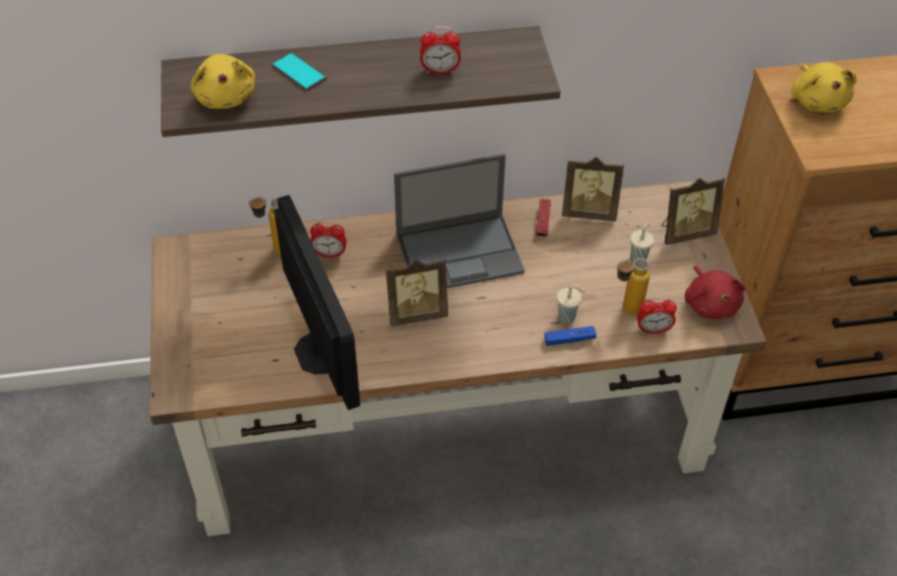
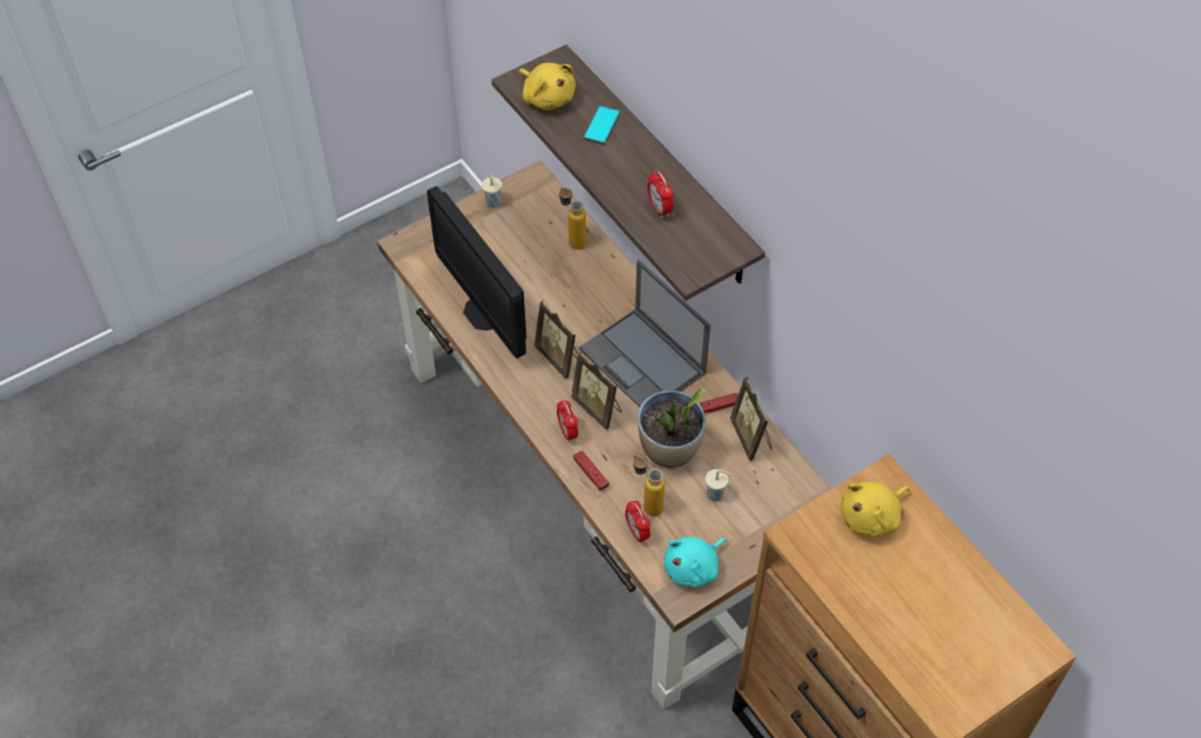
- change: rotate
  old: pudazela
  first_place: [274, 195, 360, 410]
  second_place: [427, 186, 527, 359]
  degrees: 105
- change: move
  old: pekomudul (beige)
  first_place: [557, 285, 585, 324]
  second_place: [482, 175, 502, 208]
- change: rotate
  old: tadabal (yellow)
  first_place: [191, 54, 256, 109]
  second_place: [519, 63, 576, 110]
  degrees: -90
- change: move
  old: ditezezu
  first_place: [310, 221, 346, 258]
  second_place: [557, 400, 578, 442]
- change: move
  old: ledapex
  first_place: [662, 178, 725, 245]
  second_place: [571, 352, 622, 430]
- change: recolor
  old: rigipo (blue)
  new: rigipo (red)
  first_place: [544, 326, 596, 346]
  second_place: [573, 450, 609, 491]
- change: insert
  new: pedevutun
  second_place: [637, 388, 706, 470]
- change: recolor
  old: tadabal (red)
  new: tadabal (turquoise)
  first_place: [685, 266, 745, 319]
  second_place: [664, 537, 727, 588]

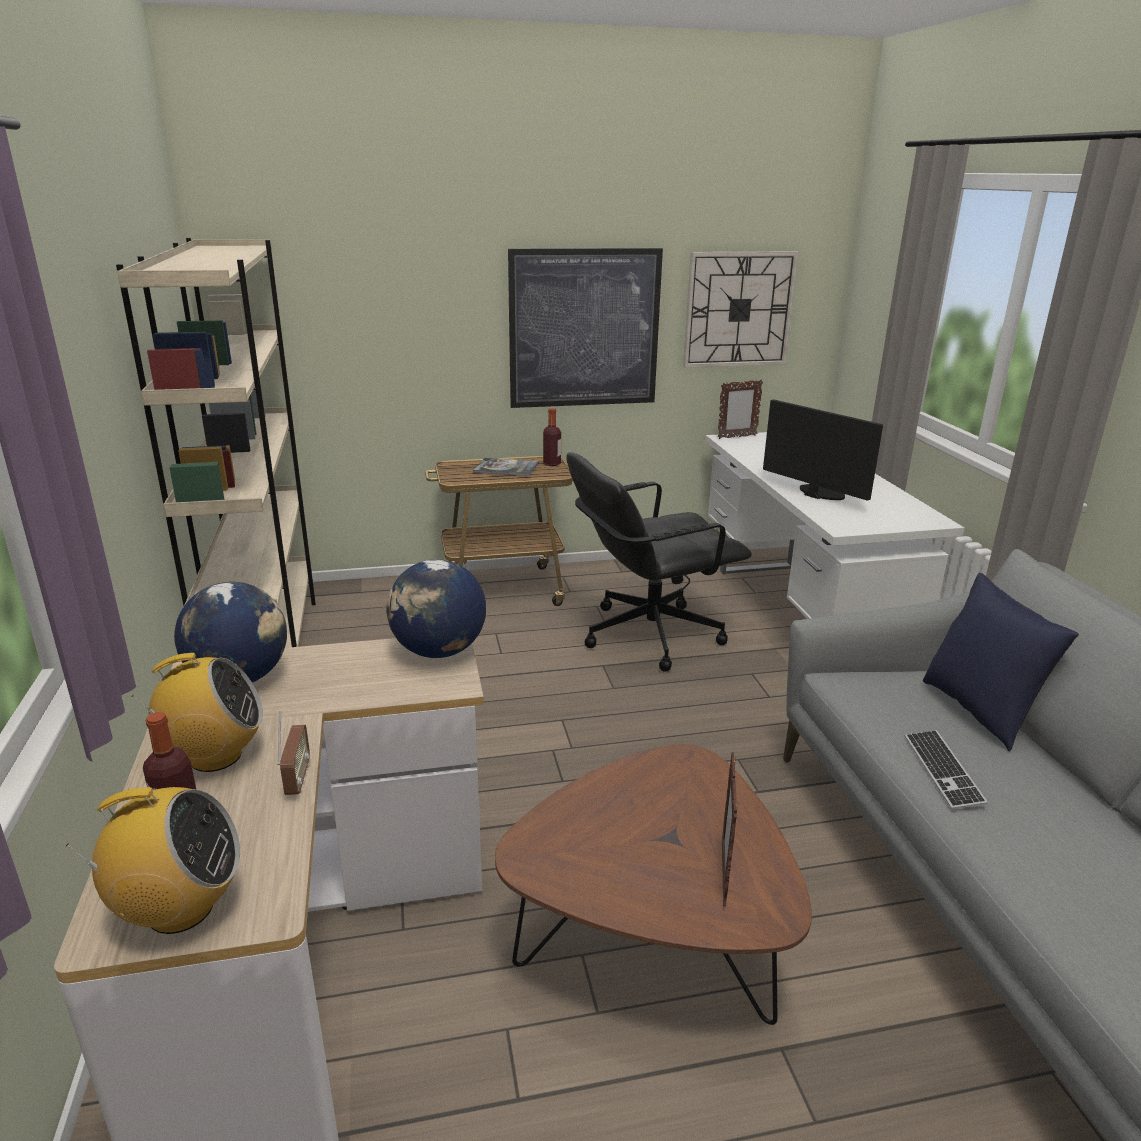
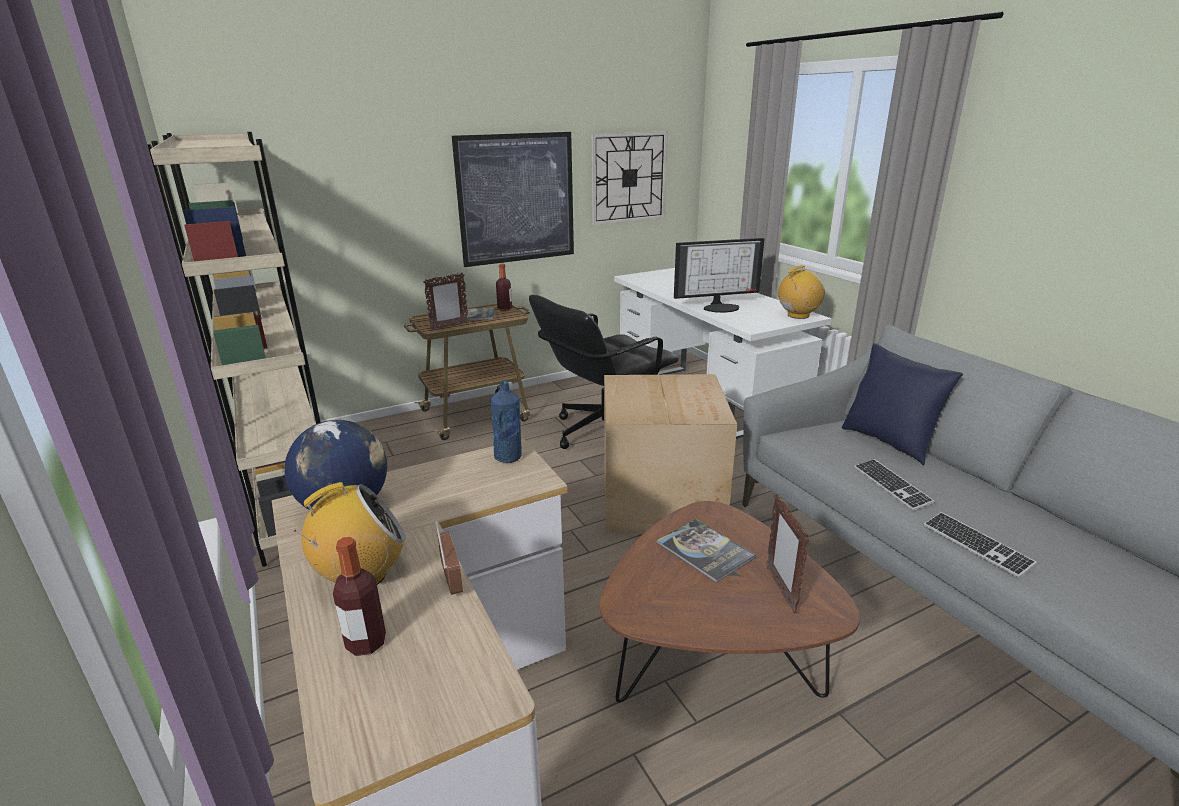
- change: move
  old: ledapex
  first_place: [717, 380, 763, 439]
  second_place: [423, 273, 468, 330]
- change: replace
  old: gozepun
  new: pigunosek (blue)
  first_place: [386, 559, 486, 658]
  second_place: [491, 381, 522, 463]
- change: insert
  new: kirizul
  second_place: [604, 374, 737, 533]
- change: insert
  new: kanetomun
  second_place: [657, 519, 756, 583]
- change: rotate
  old: pudazela
  first_place: [763, 399, 883, 501]
  second_place: [674, 238, 765, 313]
  degrees: 135
- change: move
  old: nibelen
  first_place: [66, 787, 240, 934]
  second_place: [778, 265, 825, 319]
- change: insert
  new: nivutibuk
  second_place: [924, 512, 1037, 578]

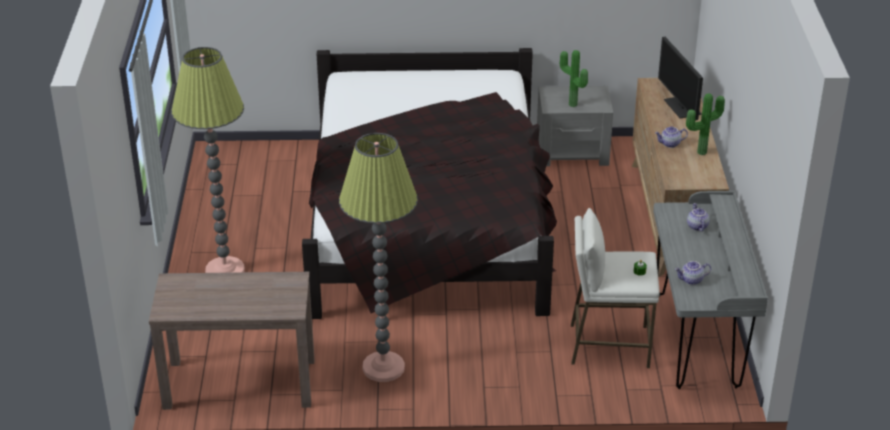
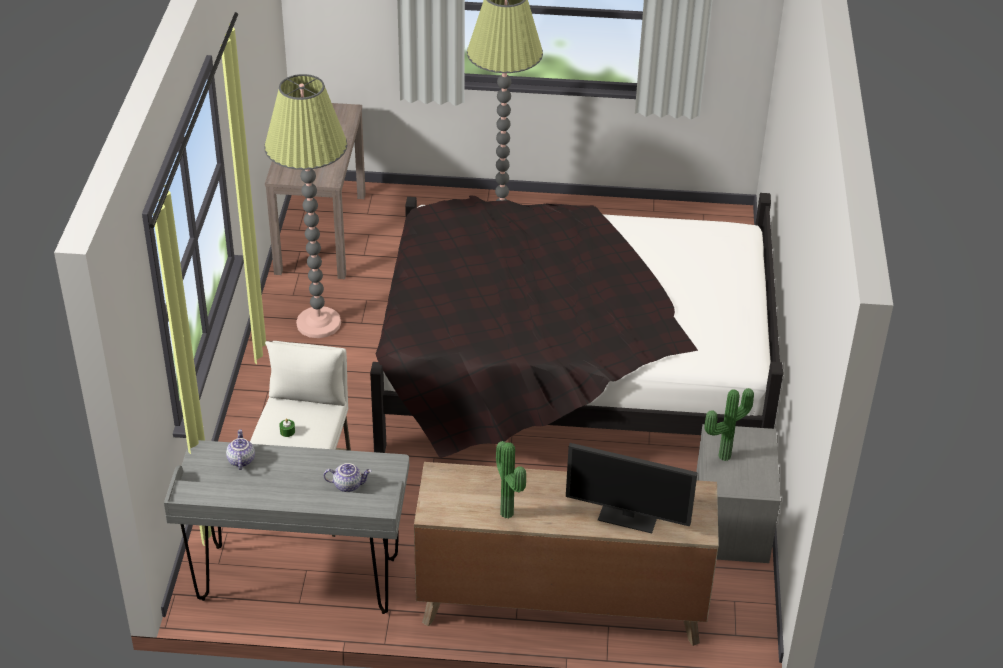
- change: rotate
  old: pudazela
  first_place: [658, 37, 703, 120]
  second_place: [566, 443, 698, 533]
  degrees: -150
- change: delete
  old: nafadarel
  first_place: [655, 126, 688, 148]

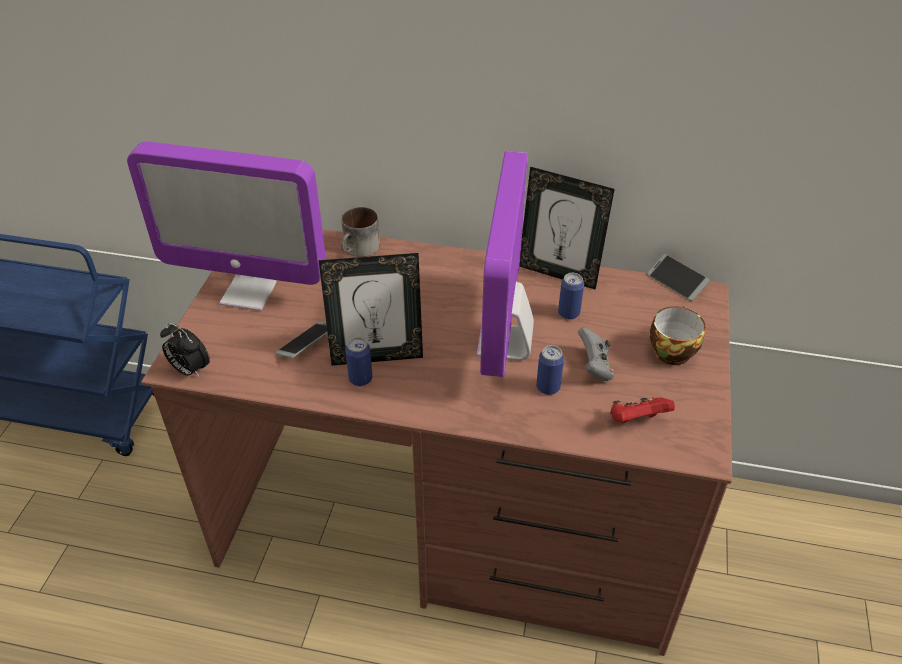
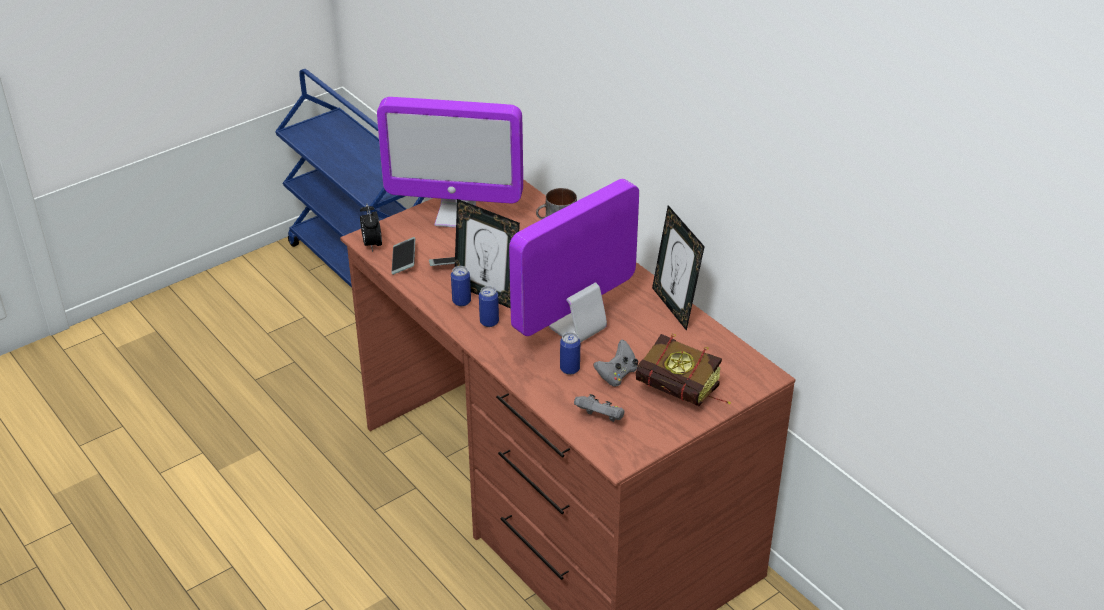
- change: rotate
  old: pudazela
  first_place: [127, 141, 326, 311]
  second_place: [377, 97, 523, 228]
  degrees: -45
- change: move
  old: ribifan
  first_place: [647, 254, 710, 301]
  second_place: [392, 237, 415, 275]
- change: move
  old: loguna
  first_place: [558, 273, 584, 320]
  second_place: [479, 286, 499, 327]
- change: recolor
  old: rigipo (red)
  new: rigipo (grey)
  first_place: [610, 397, 675, 423]
  second_place: [574, 394, 624, 422]
- change: replace
  old: pekomudul
  new: kanetomun
  first_place: [650, 306, 705, 365]
  second_place: [636, 334, 731, 406]

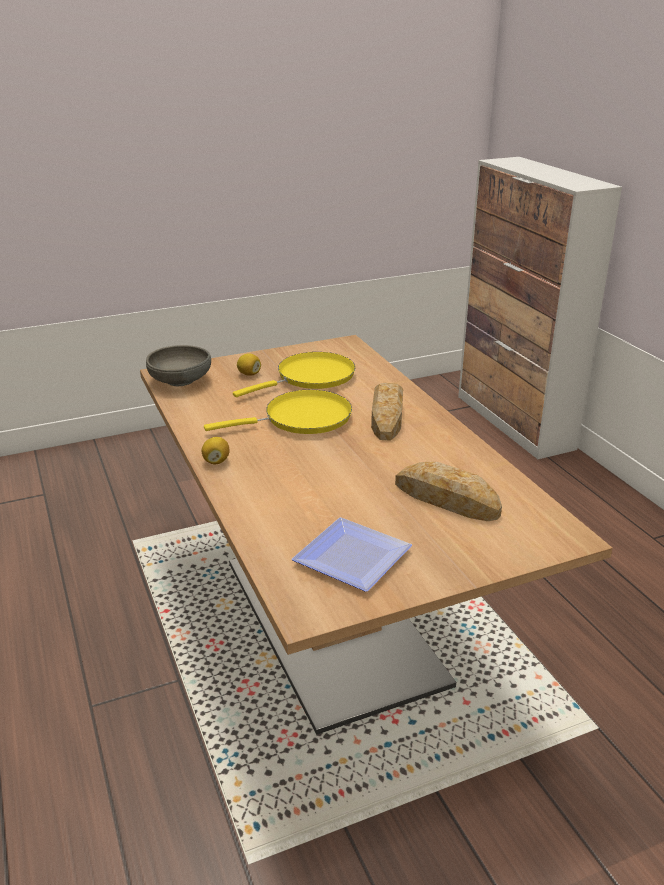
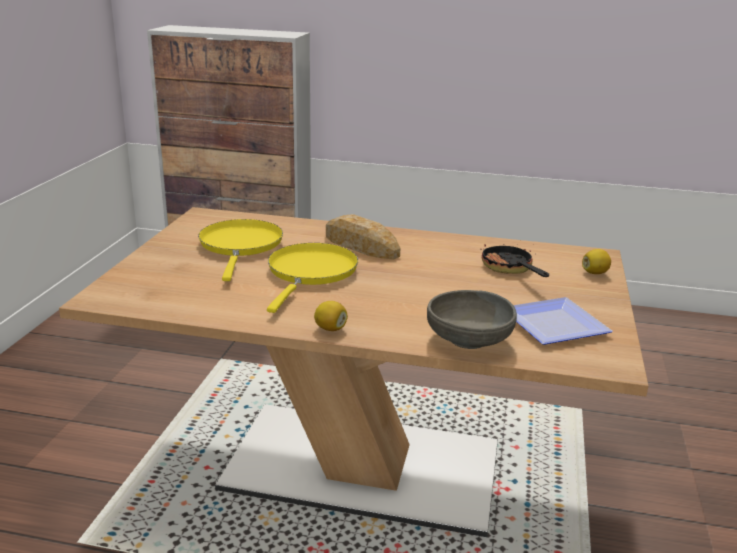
- change: move
  old: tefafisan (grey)
  first_place: [146, 345, 211, 386]
  second_place: [427, 290, 517, 349]
- change: replace
  old: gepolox
  new: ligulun
  first_place: [395, 462, 502, 521]
  second_place: [480, 237, 549, 277]
- change: move
  old: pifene
  first_place: [237, 353, 261, 376]
  second_place: [582, 249, 611, 274]

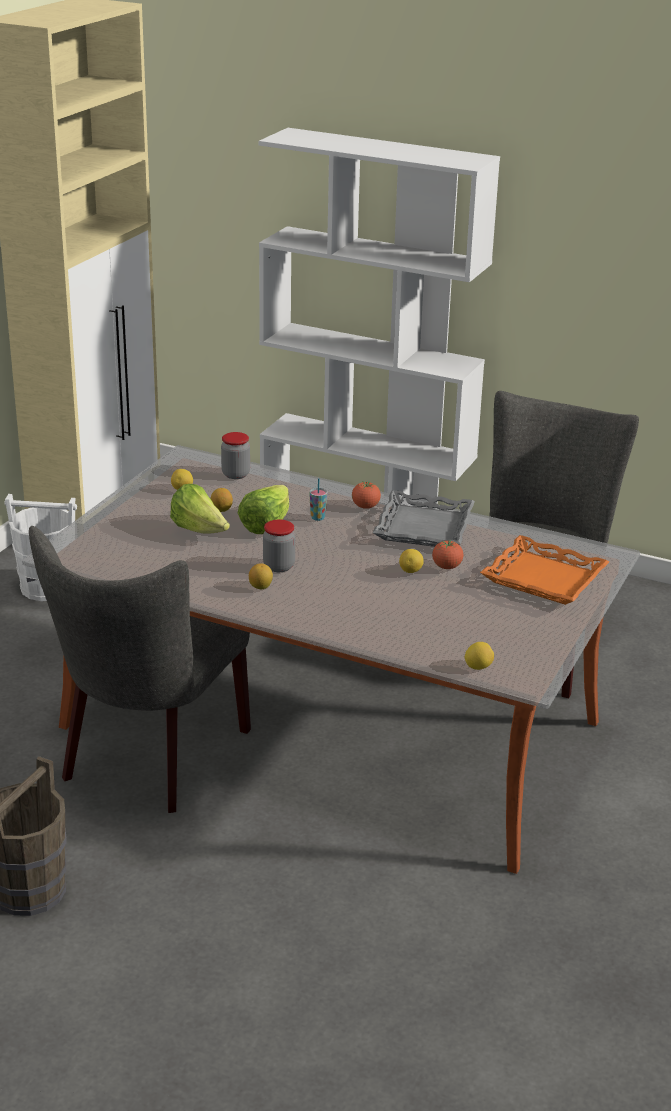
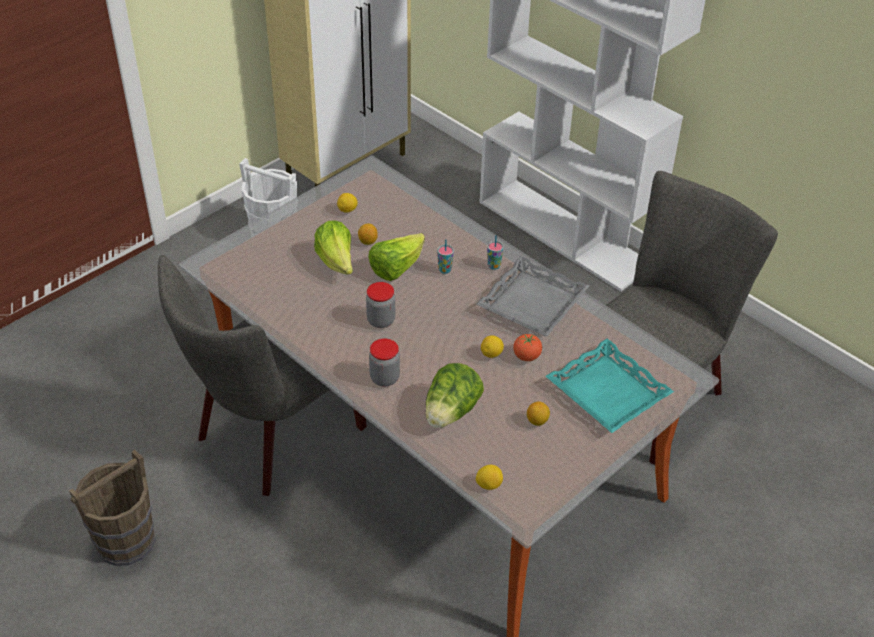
- change: move
  old: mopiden
  first_place: [221, 432, 250, 479]
  second_place: [369, 338, 400, 386]
- change: insert
  new: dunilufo
  second_place: [425, 363, 484, 428]
- change: replace
  old: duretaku
  new: pekomudul
  first_place: [352, 481, 381, 509]
  second_place: [487, 235, 504, 270]
- change: move
  old: pifene
  first_place: [249, 563, 273, 589]
  second_place: [527, 402, 550, 426]
- change: recolor
  old: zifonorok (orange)
  new: zifonorok (turquoise)
  first_place: [480, 535, 610, 605]
  second_place: [546, 338, 674, 433]

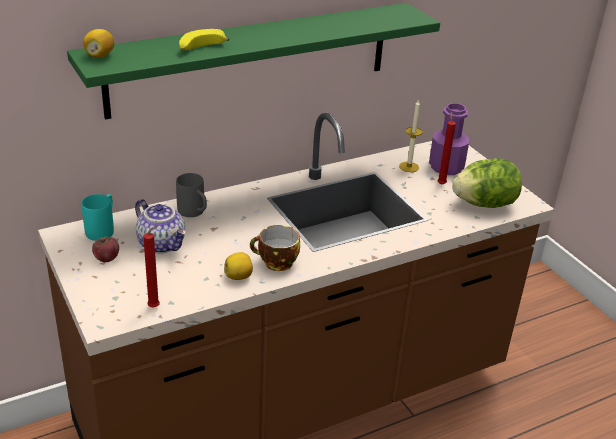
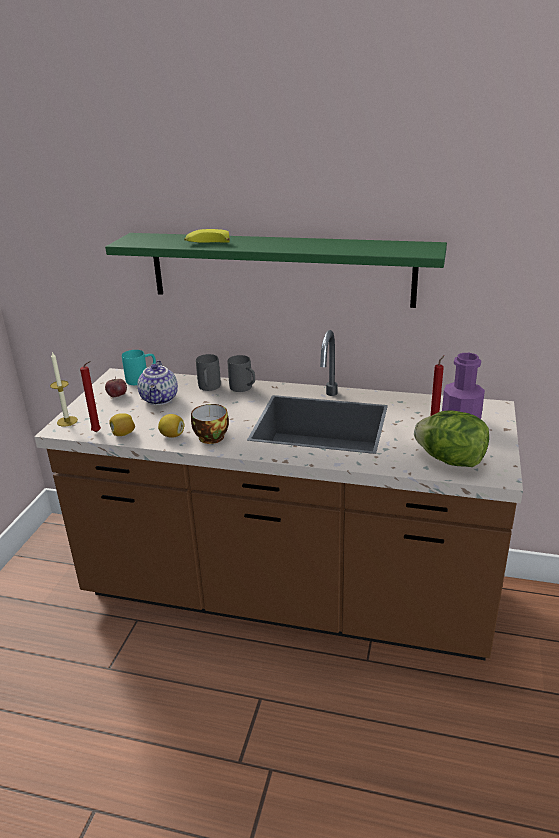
- change: move
  old: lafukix
  first_place: [399, 99, 423, 172]
  second_place: [50, 352, 78, 427]
- change: move
  old: pifene
  first_place: [83, 29, 114, 58]
  second_place: [109, 413, 135, 436]
- change: insert
  new: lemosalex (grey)
  second_place: [228, 355, 255, 392]

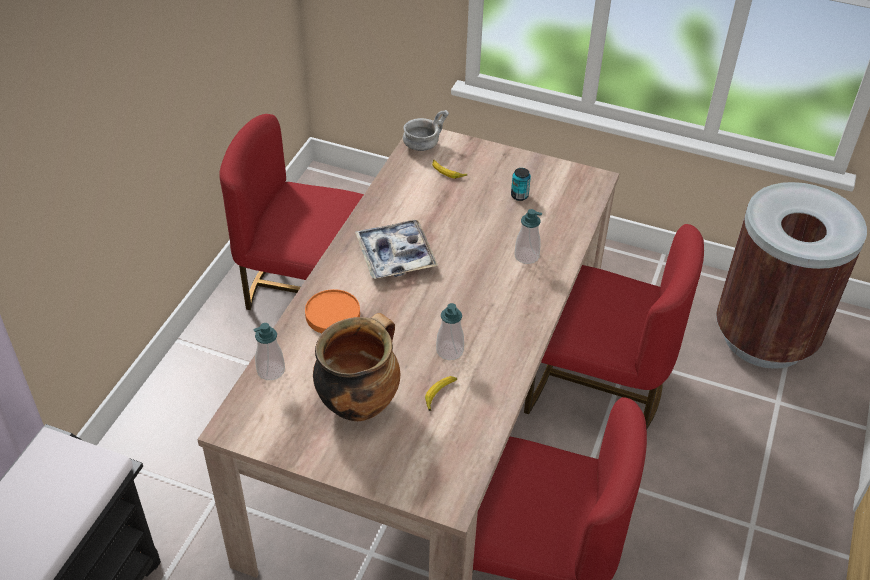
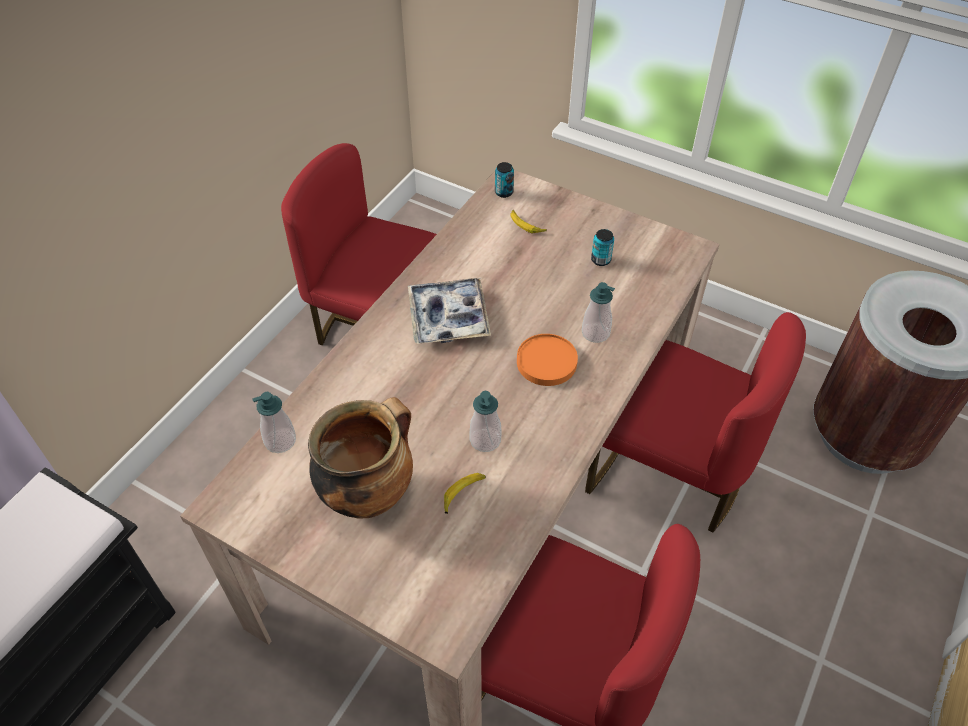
- change: replace
  old: tefafisan (grey)
  new: loguna
  first_place: [403, 110, 449, 151]
  second_place: [495, 162, 514, 198]
- change: move
  old: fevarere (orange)
  first_place: [305, 289, 360, 333]
  second_place: [517, 334, 578, 386]

